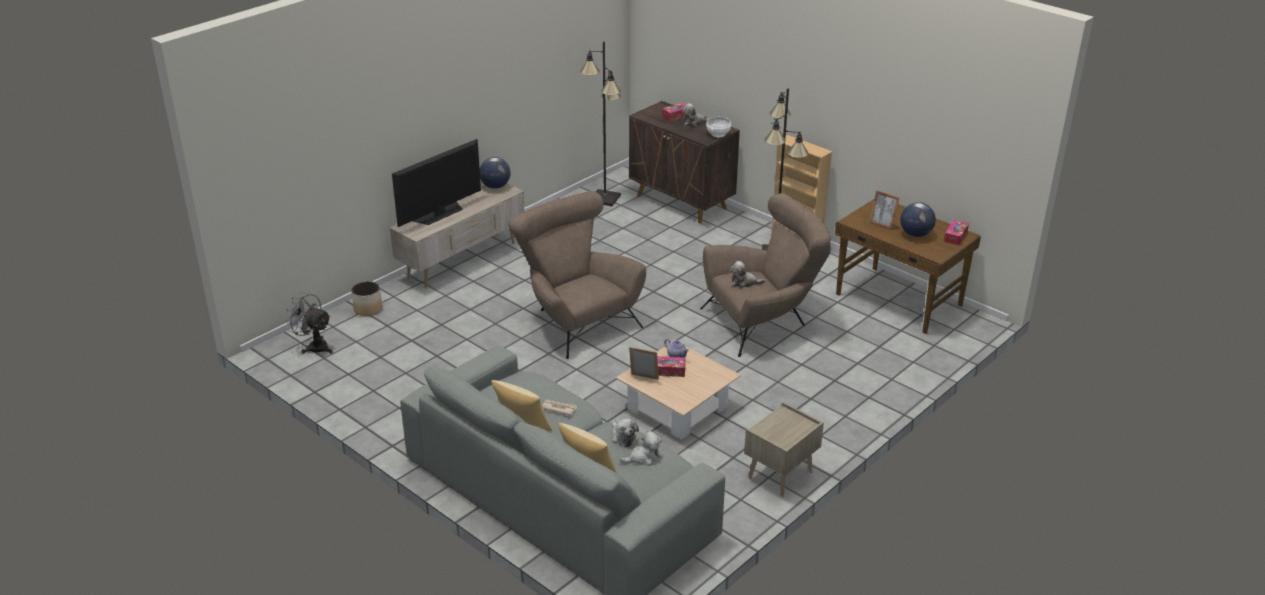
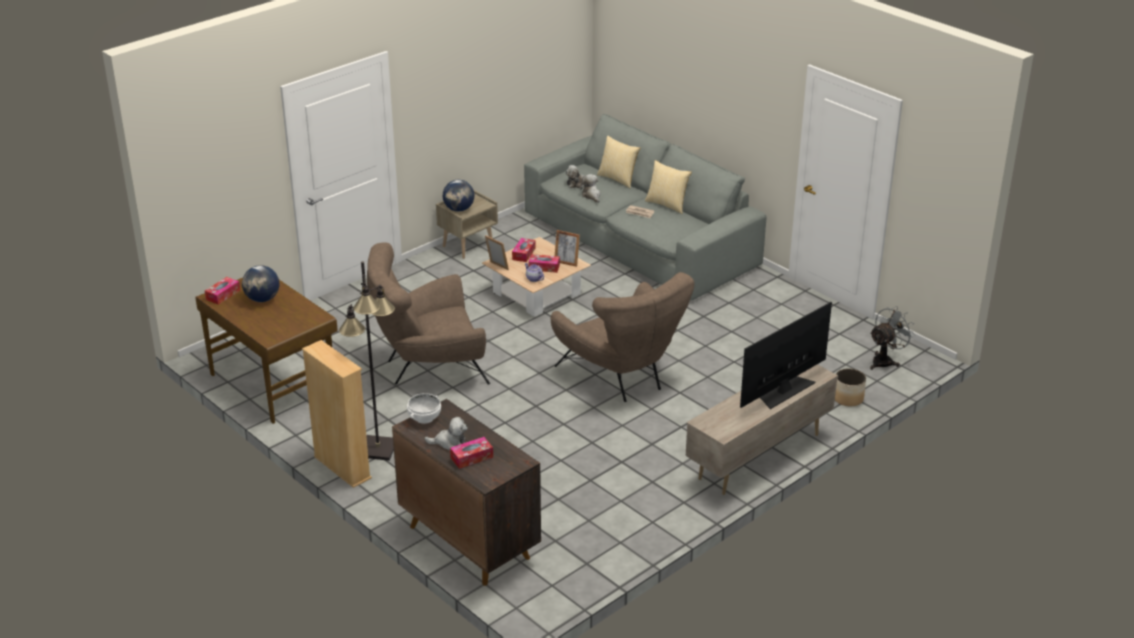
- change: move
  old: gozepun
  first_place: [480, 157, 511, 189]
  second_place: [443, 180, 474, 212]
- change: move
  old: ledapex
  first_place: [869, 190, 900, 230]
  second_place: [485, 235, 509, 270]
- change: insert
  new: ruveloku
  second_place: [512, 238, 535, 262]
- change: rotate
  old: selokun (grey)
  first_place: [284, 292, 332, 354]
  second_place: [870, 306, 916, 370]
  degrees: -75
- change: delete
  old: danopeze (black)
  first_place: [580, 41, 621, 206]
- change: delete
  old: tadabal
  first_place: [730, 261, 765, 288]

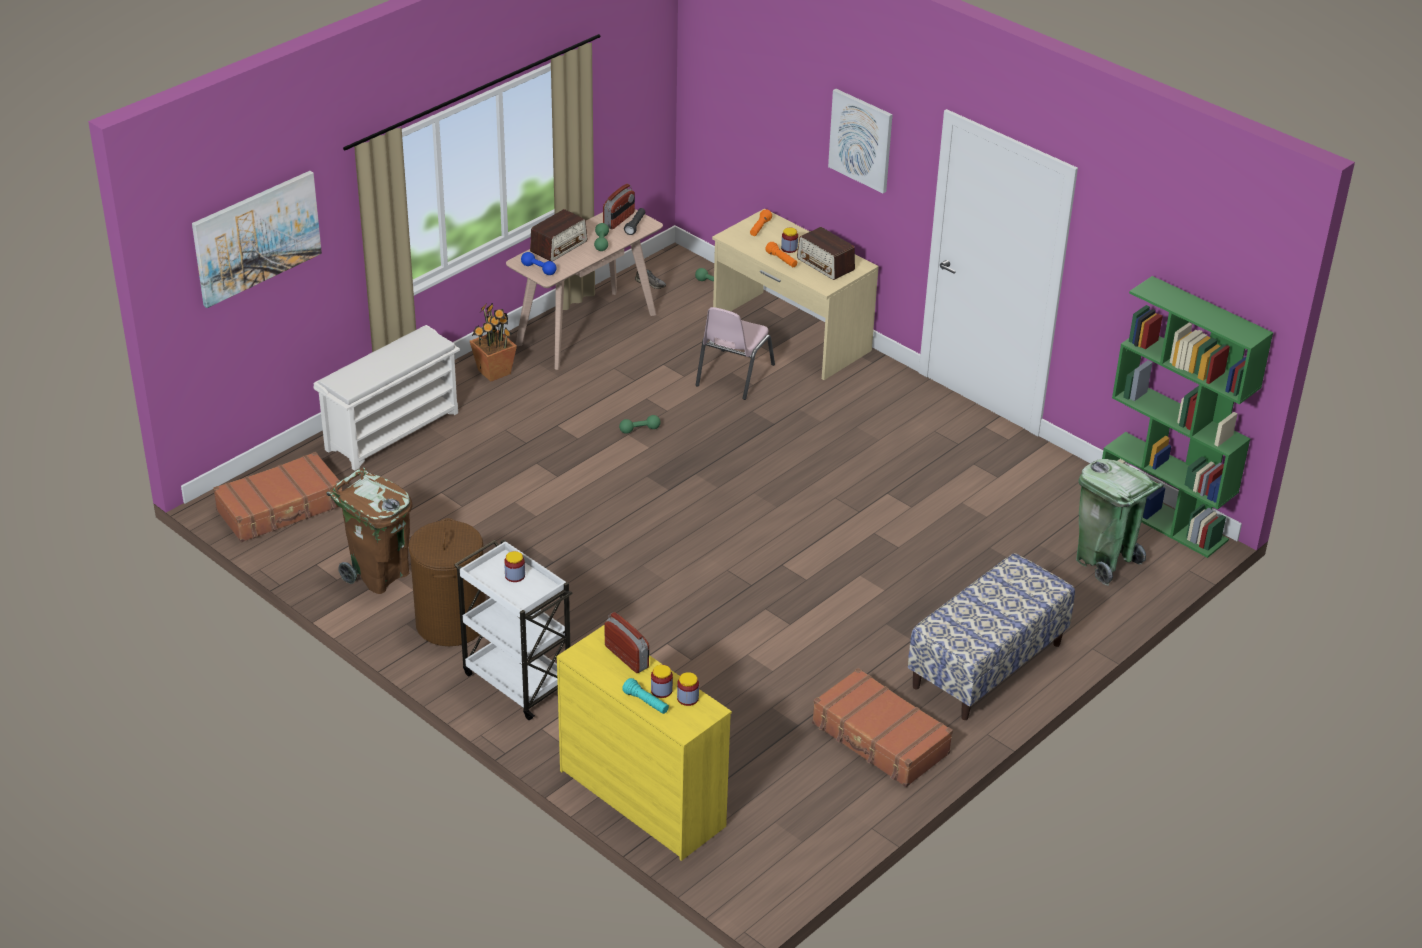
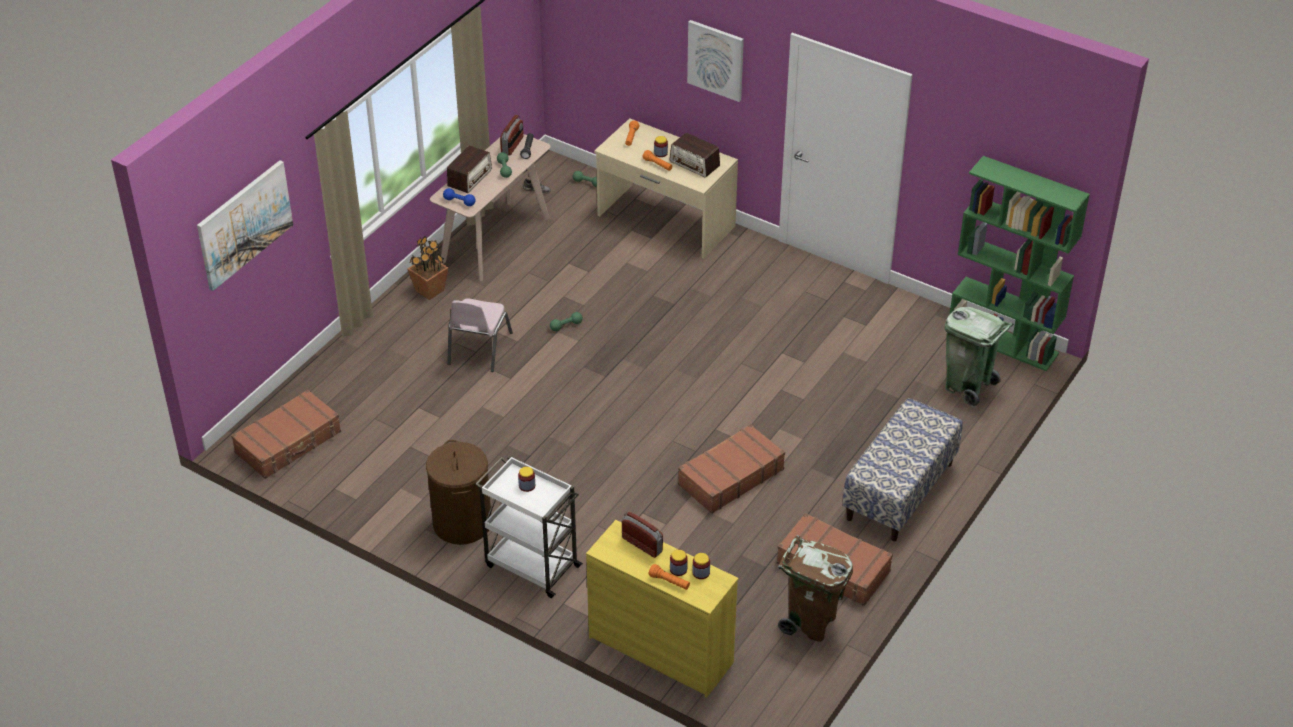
- change: move
  old: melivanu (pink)
  first_place: [696, 307, 775, 400]
  second_place: [447, 298, 513, 372]
- change: recolor
  old: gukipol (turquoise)
  new: gukipol (orange)
  first_place: [622, 678, 669, 714]
  second_place: [649, 564, 690, 590]
- change: insert
  new: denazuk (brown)
  second_place: [678, 424, 785, 514]
- change: move
  old: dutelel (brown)
  first_place: [327, 468, 413, 594]
  second_place: [778, 535, 853, 642]
- change: delete
  old: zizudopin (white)
  first_place: [313, 325, 460, 471]

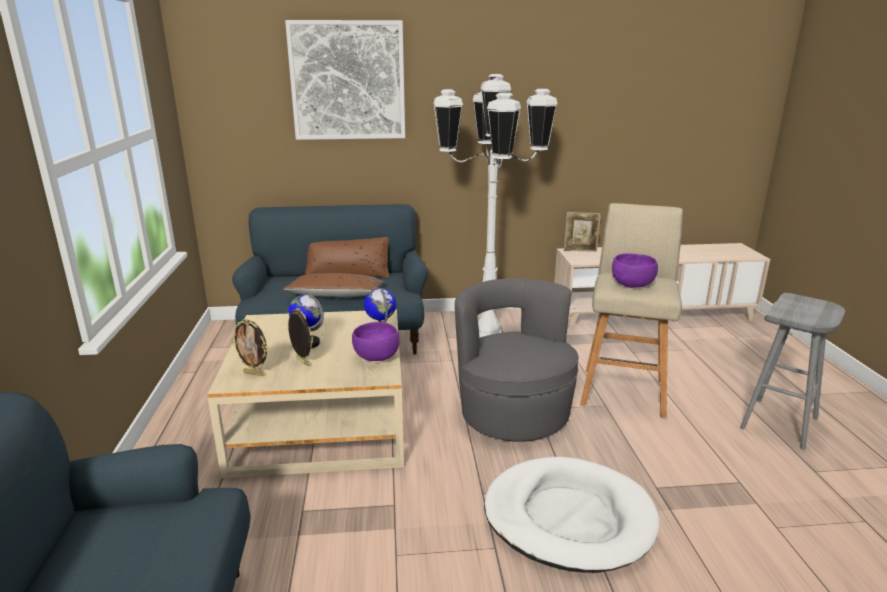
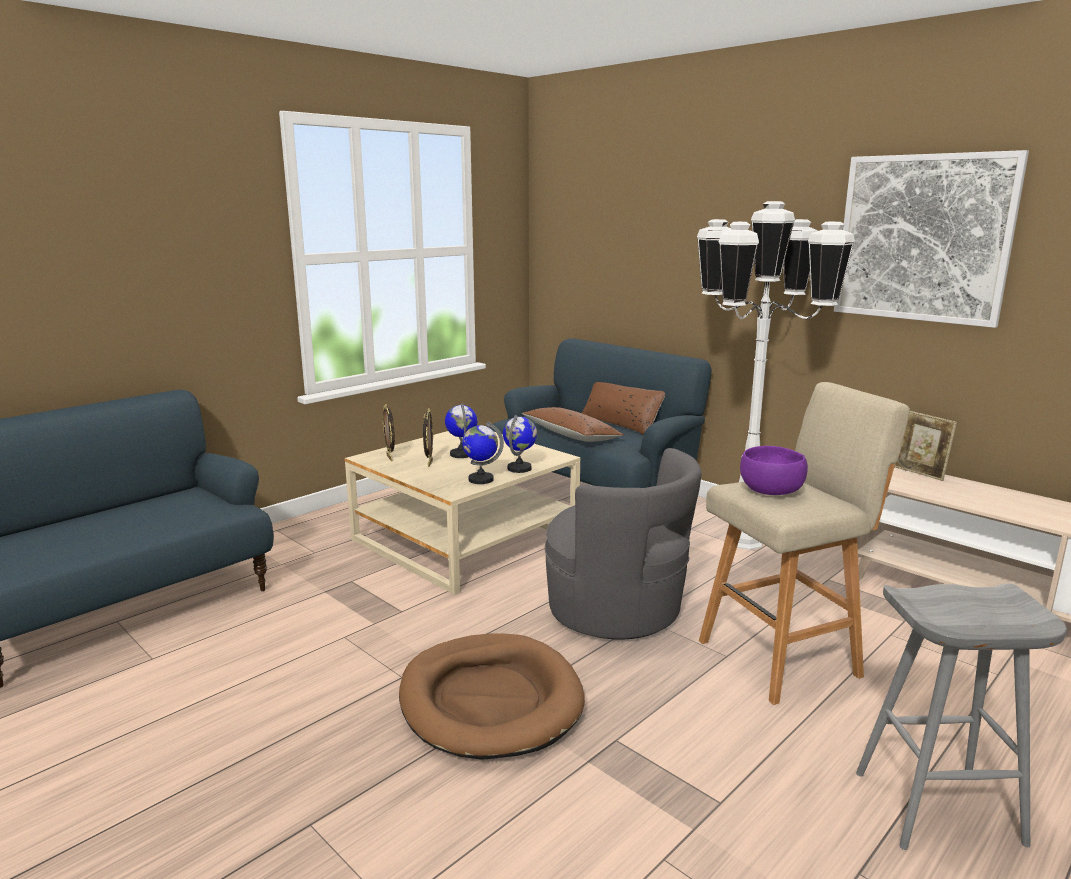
- change: recolor
  old: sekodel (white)
  new: sekodel (brown)
  first_place: [484, 457, 660, 573]
  second_place: [399, 633, 585, 760]
- change: replace
  old: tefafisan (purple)
  new: gozepun
  first_place: [352, 322, 400, 361]
  second_place: [462, 422, 504, 484]
- change: rotate
  old: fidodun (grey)
  first_place: [455, 278, 579, 442]
  second_place: [545, 448, 702, 640]
  degrees: 105
- change: move
  old: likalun
  first_place: [285, 20, 405, 140]
  second_place: [834, 150, 1029, 328]

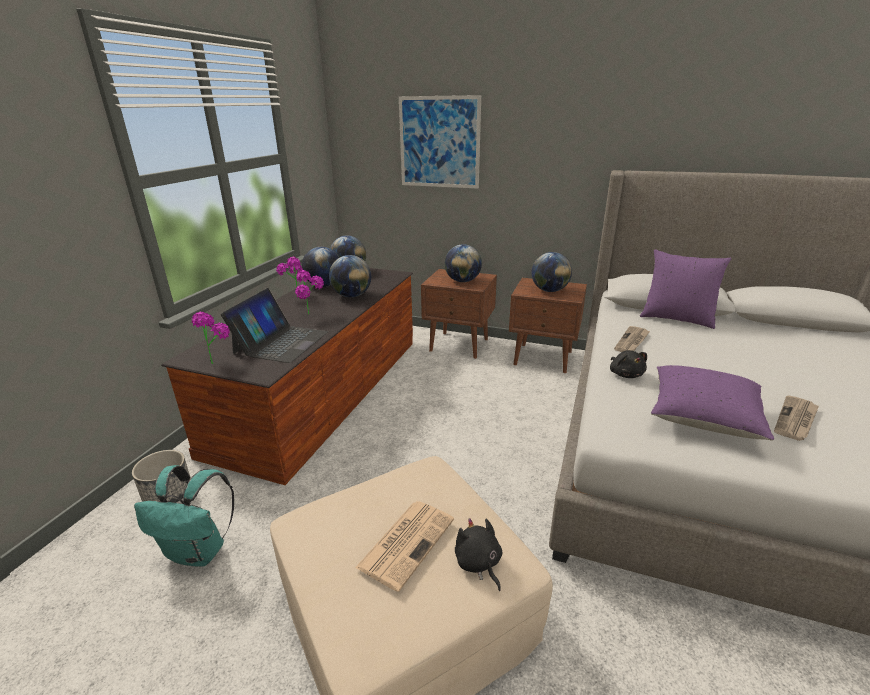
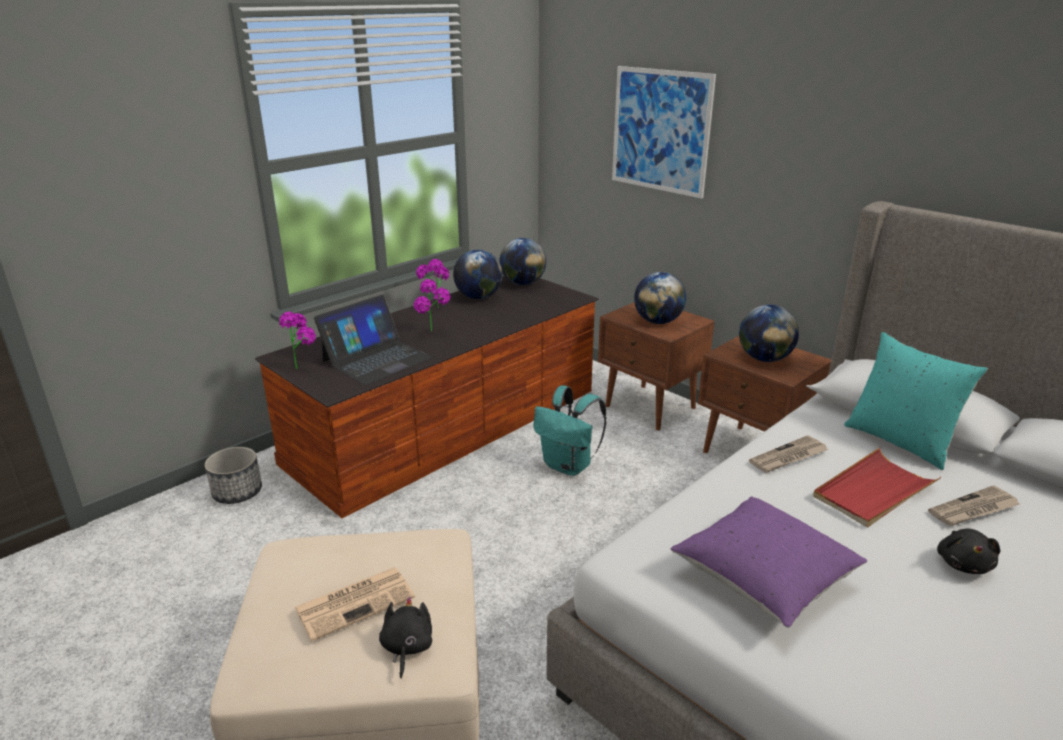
- change: move
  old: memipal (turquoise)
  first_place: [134, 465, 234, 567]
  second_place: [533, 386, 607, 476]
- change: insert
  new: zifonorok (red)
  second_place: [813, 448, 941, 527]
- change: recolor
  old: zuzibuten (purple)
  new: zuzibuten (turquoise)
  first_place: [640, 249, 731, 329]
  second_place: [844, 332, 988, 470]
- change: move
  old: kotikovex
  first_place: [774, 395, 819, 441]
  second_place: [928, 485, 1020, 526]
- change: move
  old: tadabal (black)
  first_place: [610, 350, 647, 378]
  second_place: [937, 529, 1000, 574]
- change: delete
  old: gozepun
  first_place: [329, 255, 371, 298]

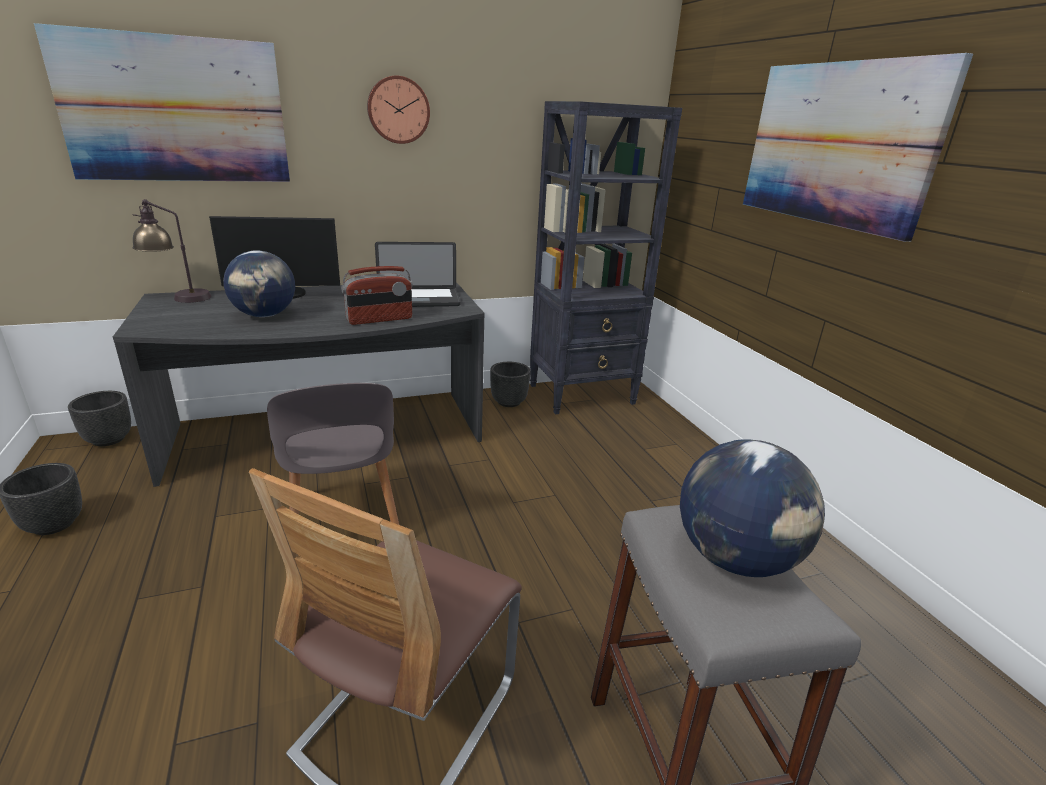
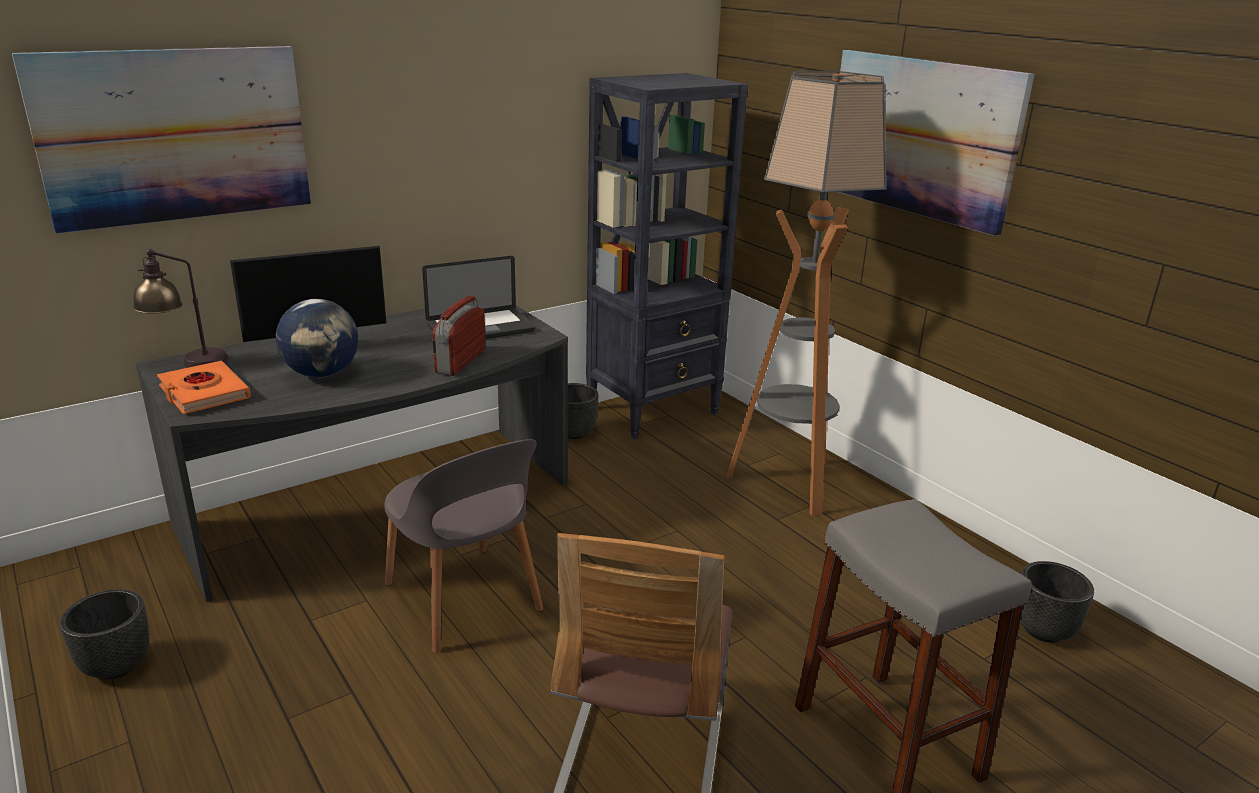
- change: insert
  new: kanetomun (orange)
  second_place: [157, 361, 251, 414]
- change: rotate
  old: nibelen
  first_place: [341, 266, 413, 325]
  second_place: [432, 296, 486, 376]
  degrees: 150
- change: insert
  new: danopeze
  second_place: [727, 71, 887, 516]
- change: move
  old: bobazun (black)
  first_place: [68, 391, 131, 446]
  second_place: [1020, 561, 1094, 643]
- change: delete
  old: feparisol
  first_place: [367, 76, 430, 144]
- change: delete
  old: gozepun
  first_place: [680, 439, 825, 577]

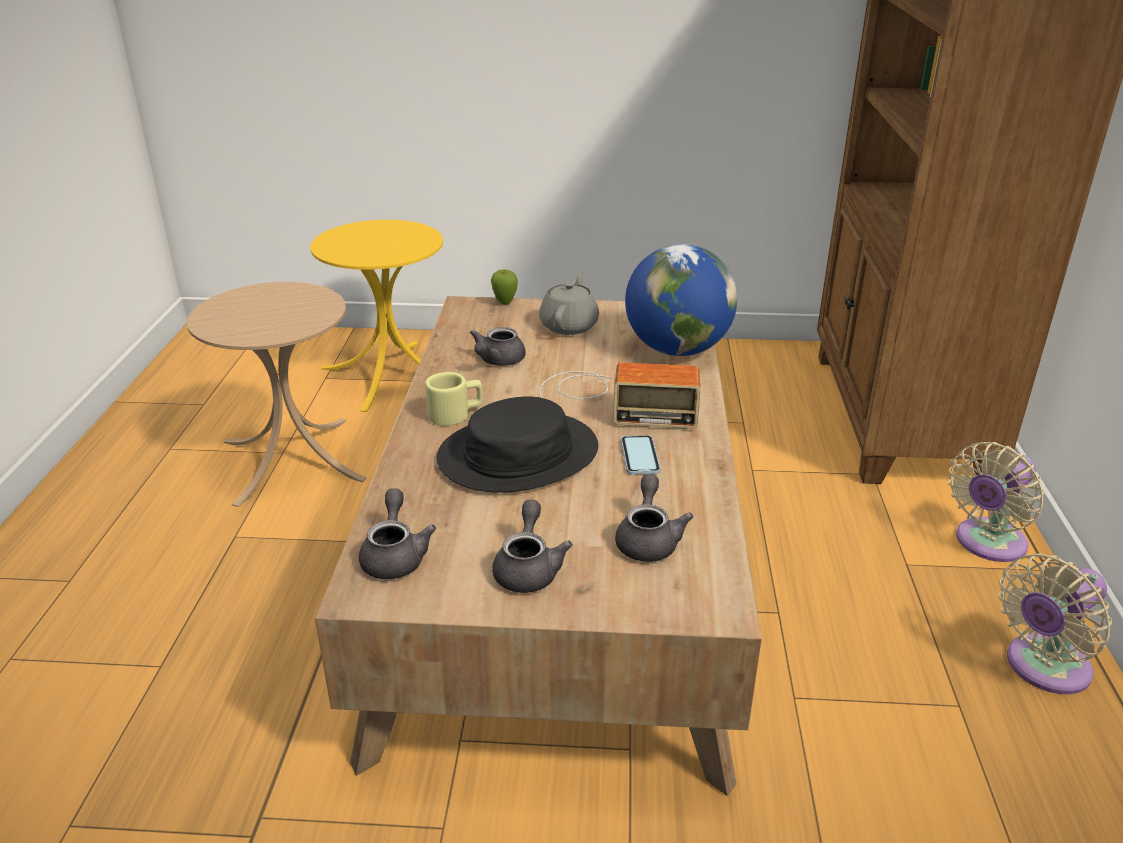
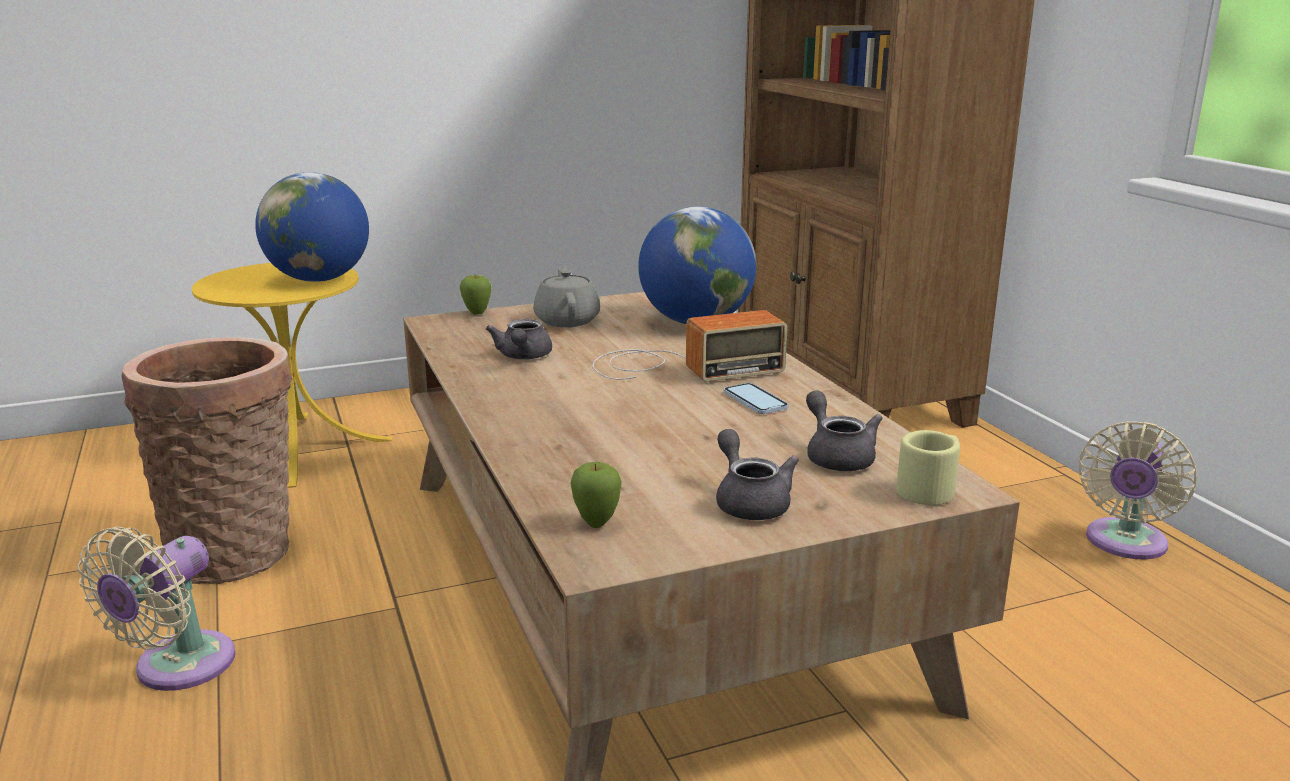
- change: move
  old: selokun (beige)
  first_place: [948, 442, 1044, 562]
  second_place: [78, 526, 236, 691]
- change: replace
  old: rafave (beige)
  new: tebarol
  first_place: [187, 282, 367, 507]
  second_place: [121, 337, 292, 584]
- change: insert
  new: gozepun
  second_place: [255, 172, 369, 282]
- change: replace
  old: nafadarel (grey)
  new: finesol
  first_place: [359, 488, 436, 579]
  second_place: [571, 462, 622, 528]
- change: move
  old: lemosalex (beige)
  first_place: [425, 372, 483, 426]
  second_place: [896, 430, 960, 506]
- change: delete
  old: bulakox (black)
  first_place: [437, 396, 598, 492]

